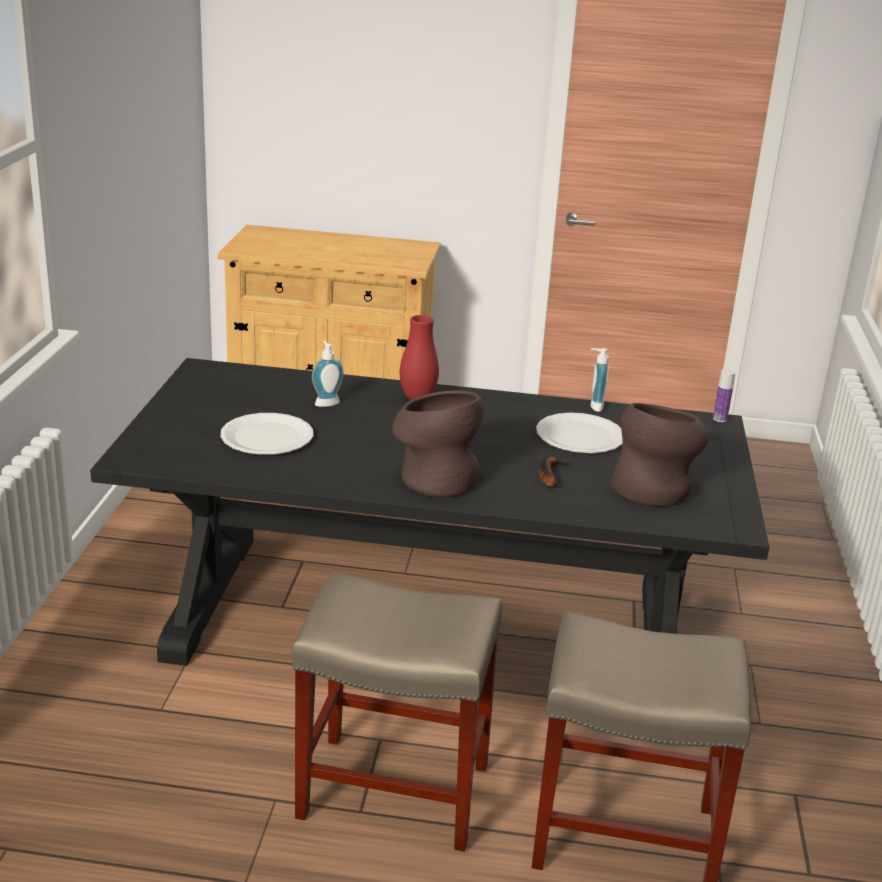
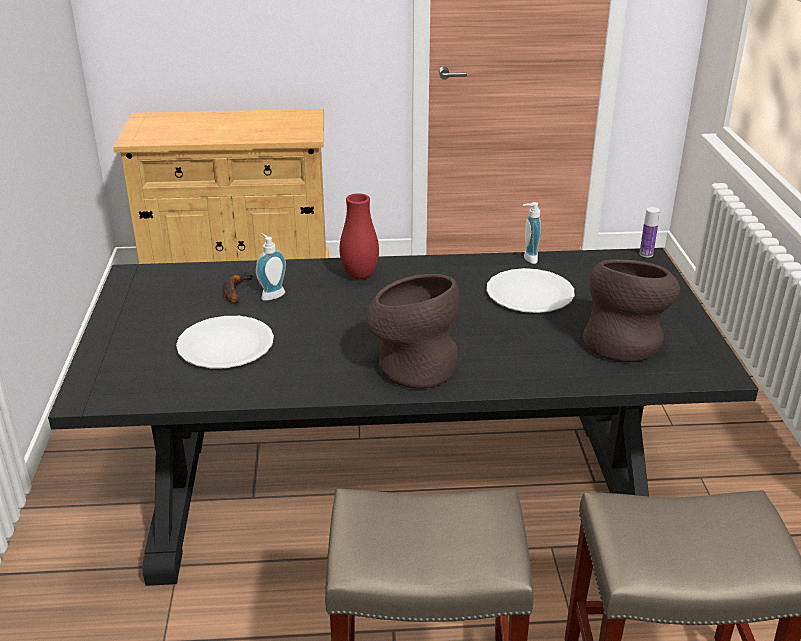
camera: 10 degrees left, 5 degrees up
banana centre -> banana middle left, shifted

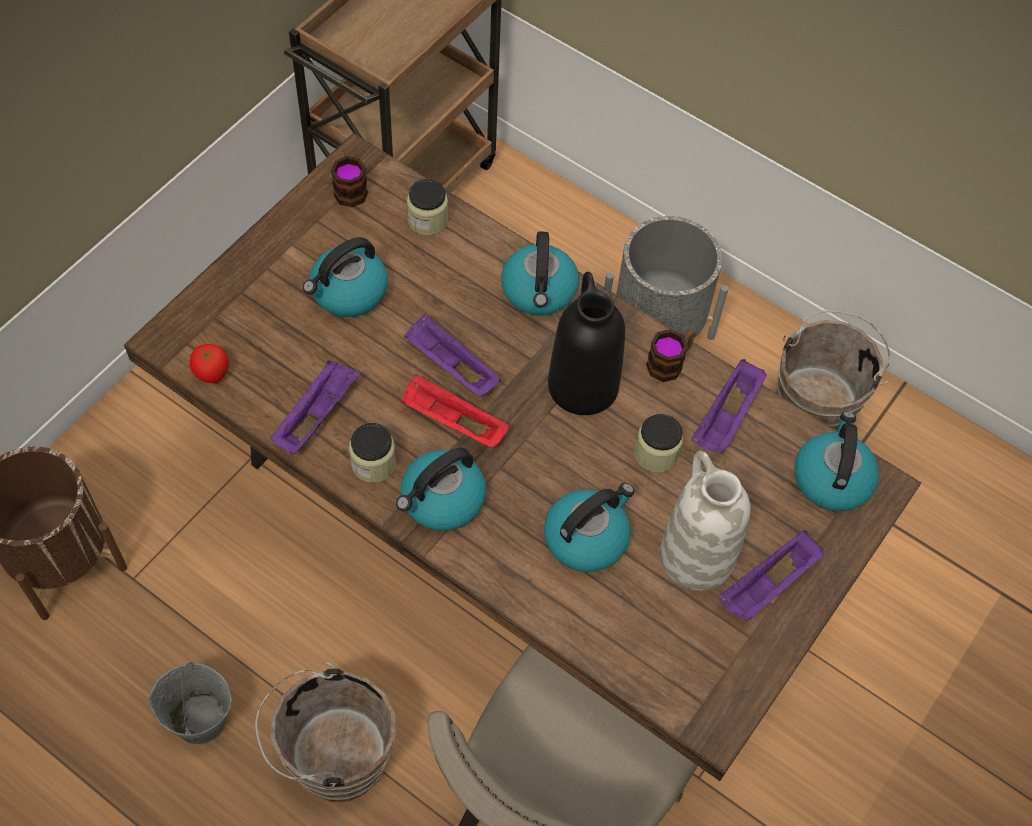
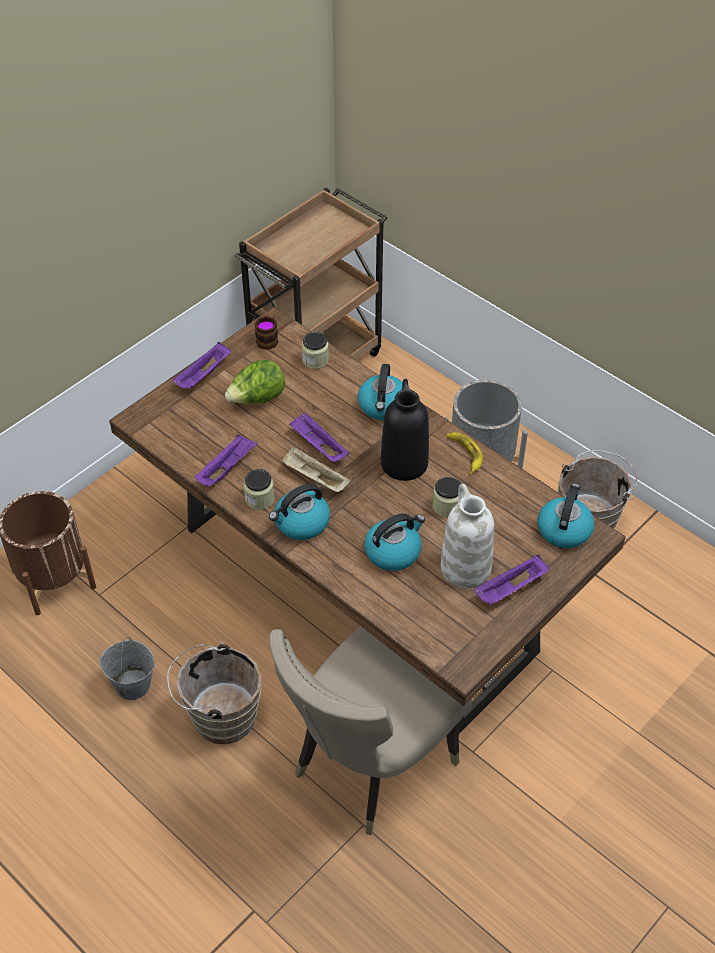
camera: 10 degrees right, 10 degrees down
tray in purplish (no. 3 from left in the first image) middle right -> tray in purplish (no. 1 from left) middle left, shifted
water kettle (no. 1 from left) centre -> lettuce head centre
tray in reddish centre -> tray in sand-coloured centre
tea mug (no. 2 from left) centre -> banana centre
fresh tomato middle left -> none

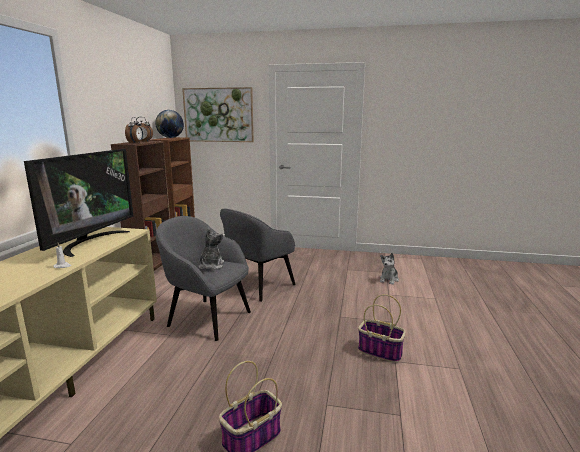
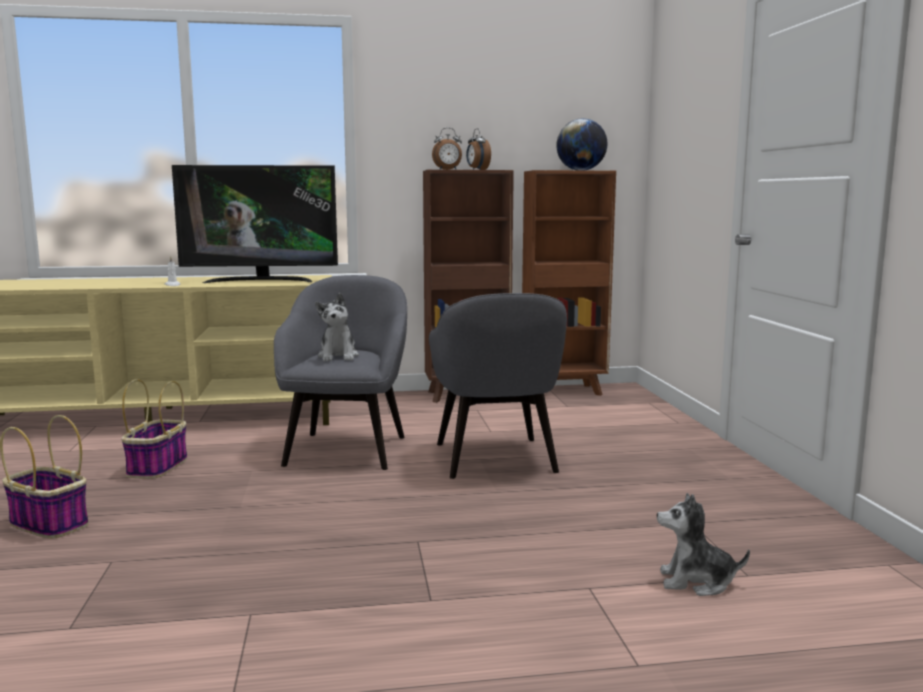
camera: 70 degrees right, 5 degrees down
basket (no. 2 from left) bottom centre -> basket (no. 2 from left) middle left, shifted
soft toy (no. 1 from left) centre, 90 degrees clockwise
easy chair in grey (no. 2 from left) centre, 120 degrees counterclockwise
wall art top centre -> none

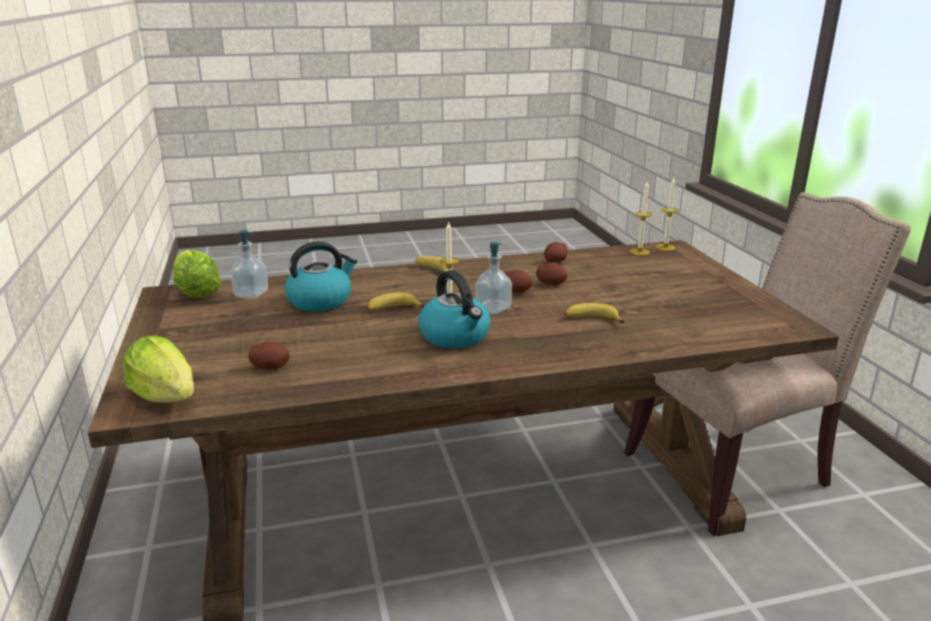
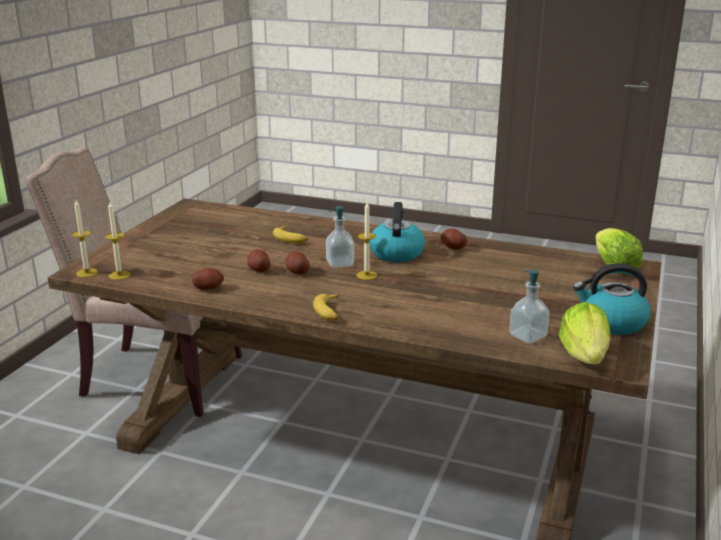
camera: 145 degrees left, 0 degrees up
whole potato (no. 1 from left in the first image) middle left -> whole potato (no. 4 from left) centre, shifted
water kettle (no. 1 from left in the first image) centre -> water kettle (no. 2 from left) middle right, shifted
banana (no. 1 from left) centre -> none

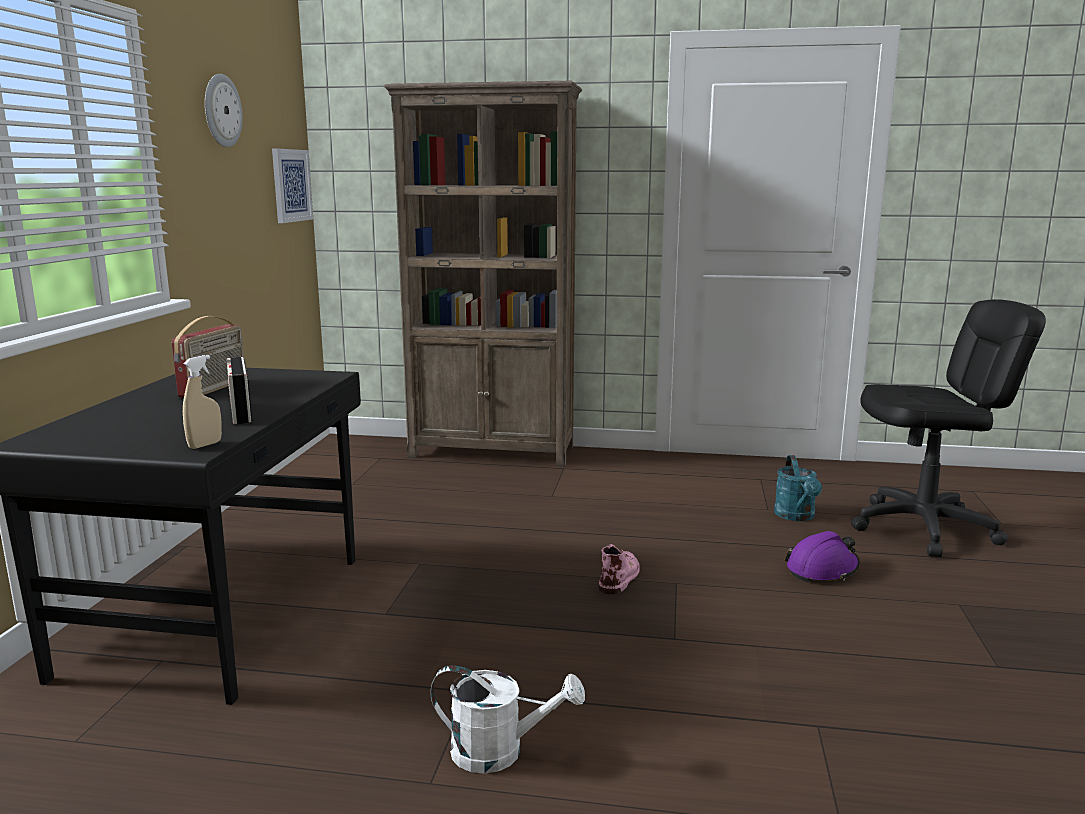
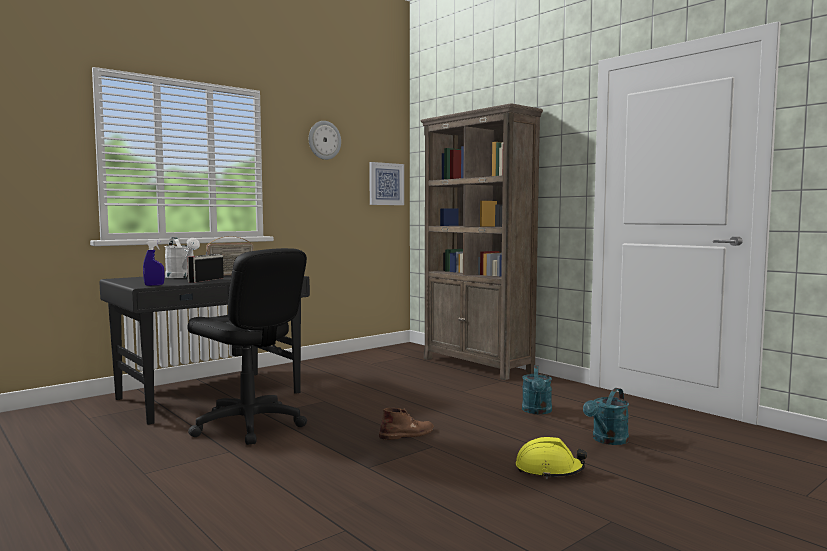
camera: 40 degrees right, 10 degrees down
spray bottle in sand-coloured middle left -> spray bottle in bluish middle left
sprinkling can in white bottom centre -> sprinkling can in white middle left, shifted
desk chair in blackish middle right -> desk chair in blackish middle left, shifted
tall boot in pinkish bottom centre -> tall boot in brownish bottom centre
hard hat in purplish bottom right -> hard hat in yellow bottom centre
none -> sprinkling can in turquoise (no. 1 from left) bottom centre

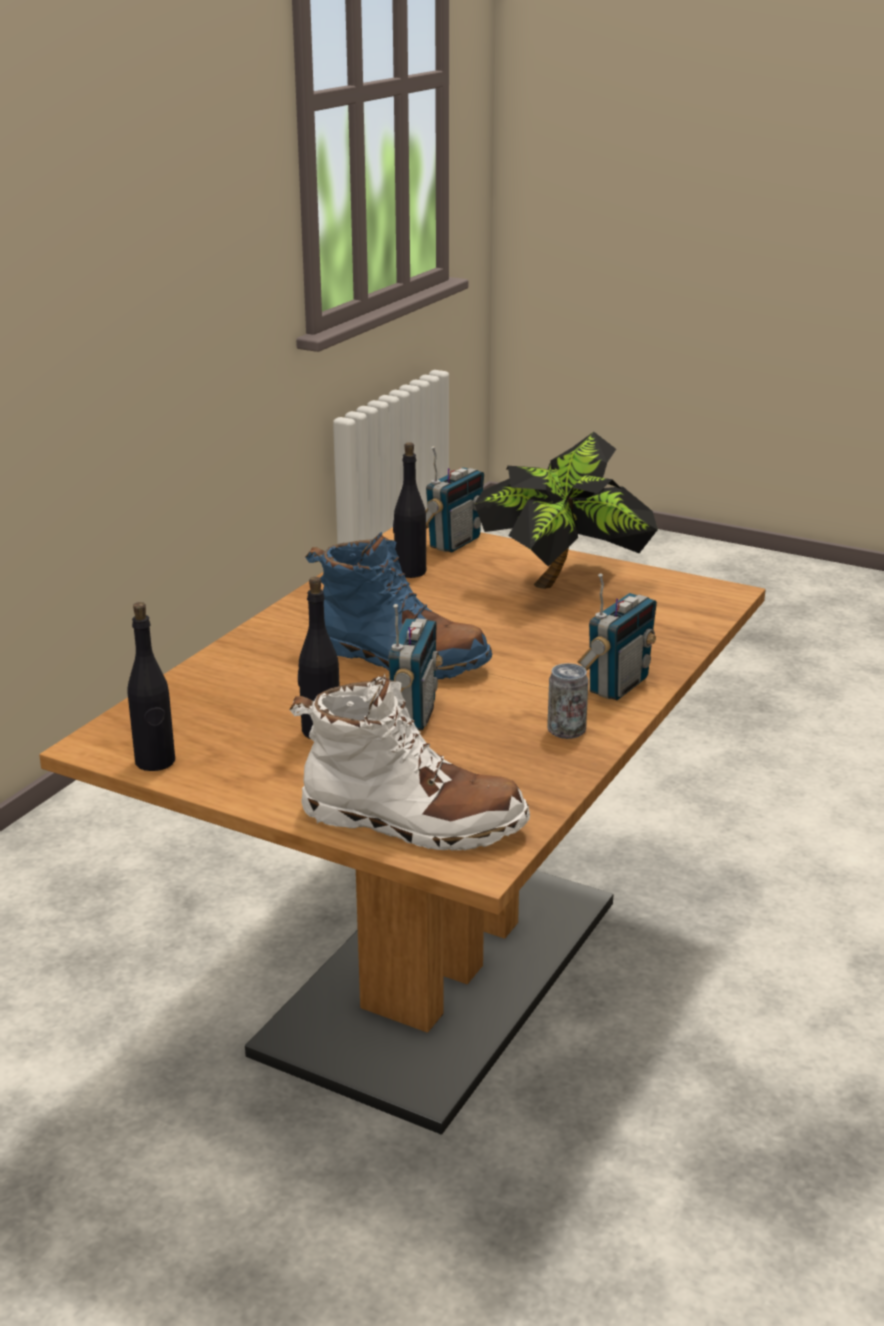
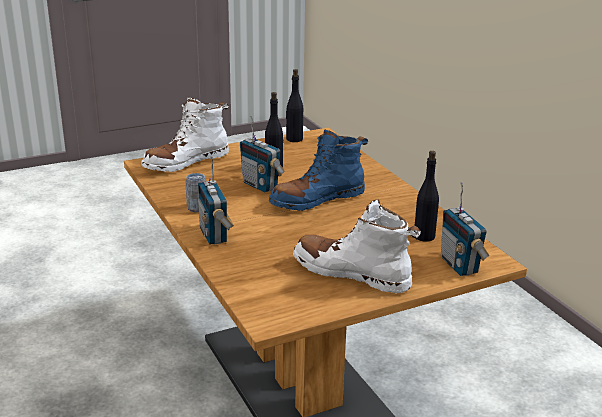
camera: 125 degrees right, 0 degrees up
houseplant centre -> tall boot in white (no. 2 from left) centre

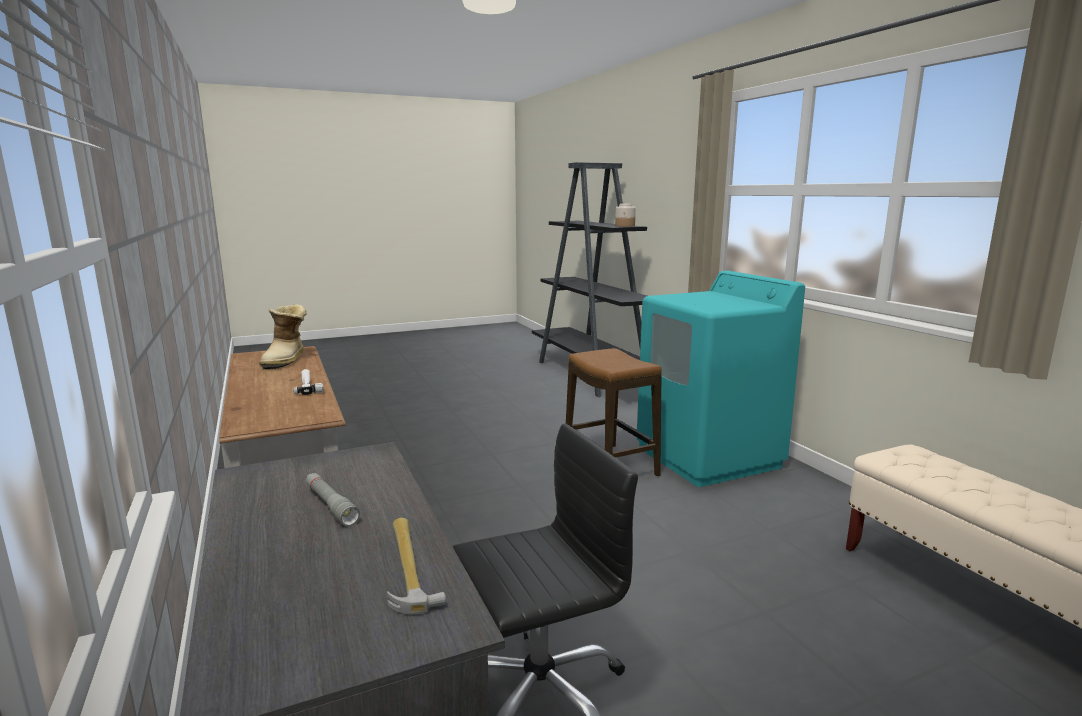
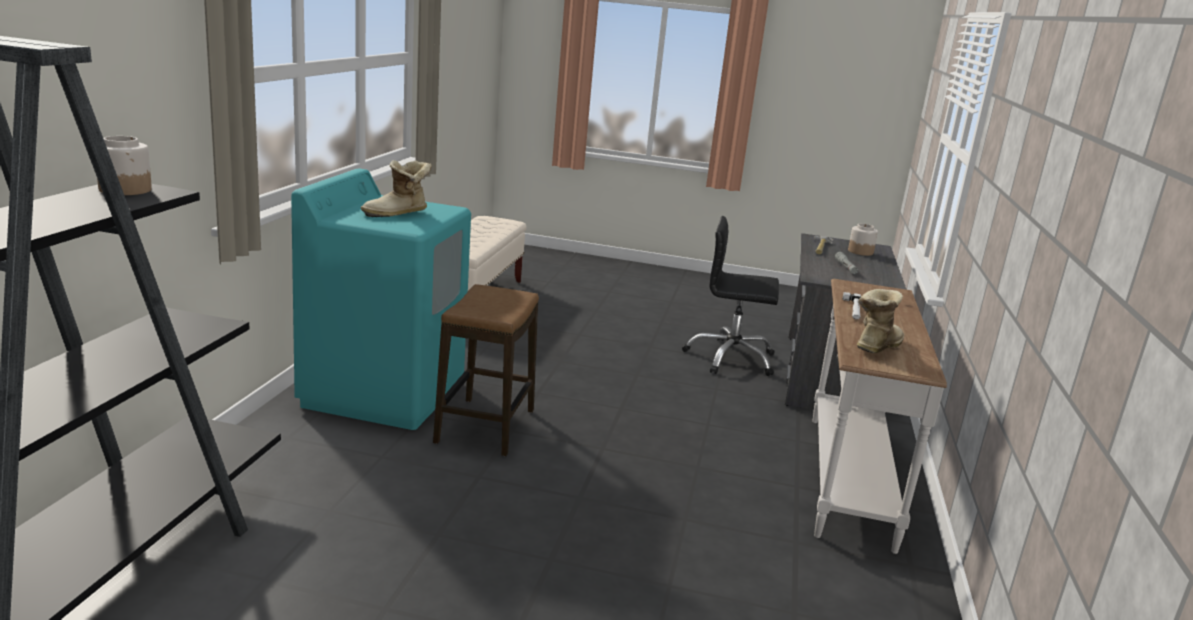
camera: 145 degrees left, 5 degrees up
none -> tall boot (no. 1 from left) top left
none -> storage jar (no. 2 from left) middle right

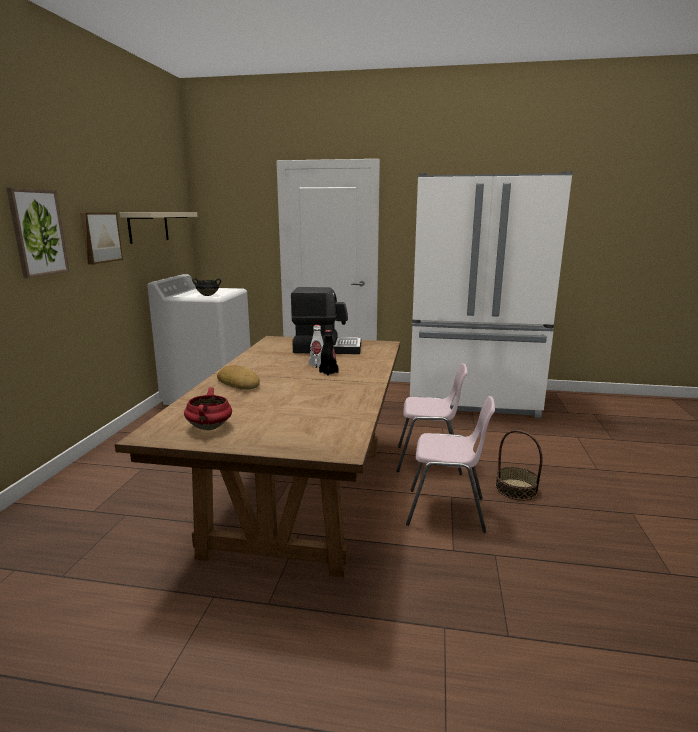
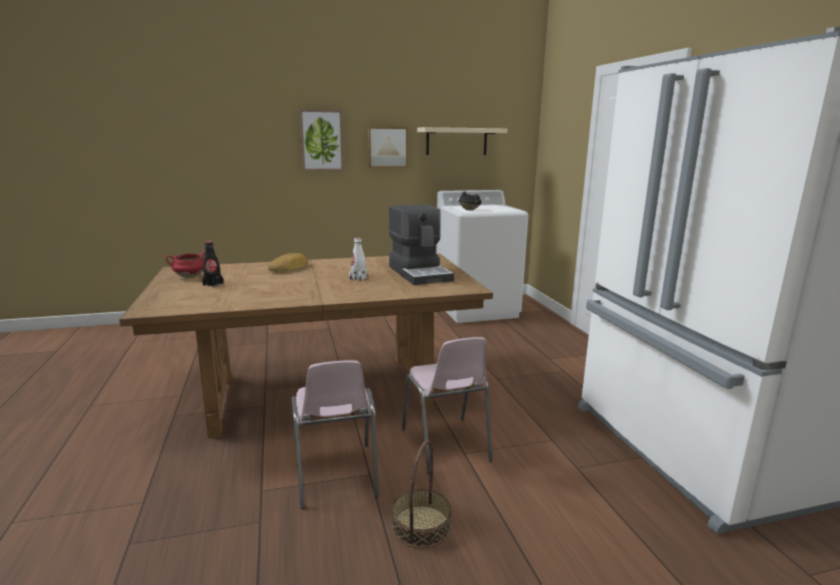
camera: 65 degrees right, 0 degrees up
drink bottle in blackish centre -> drink bottle in blackish middle left, shifted

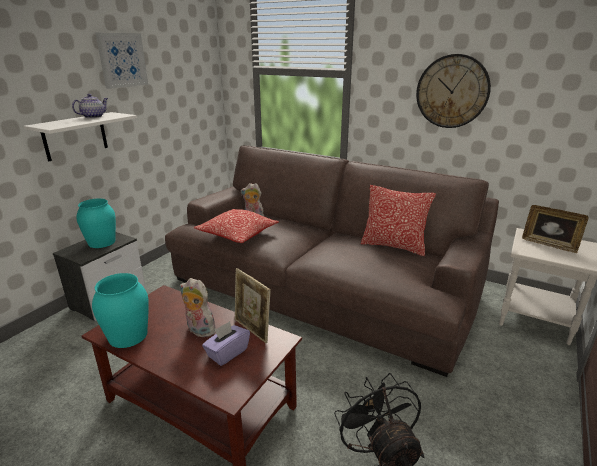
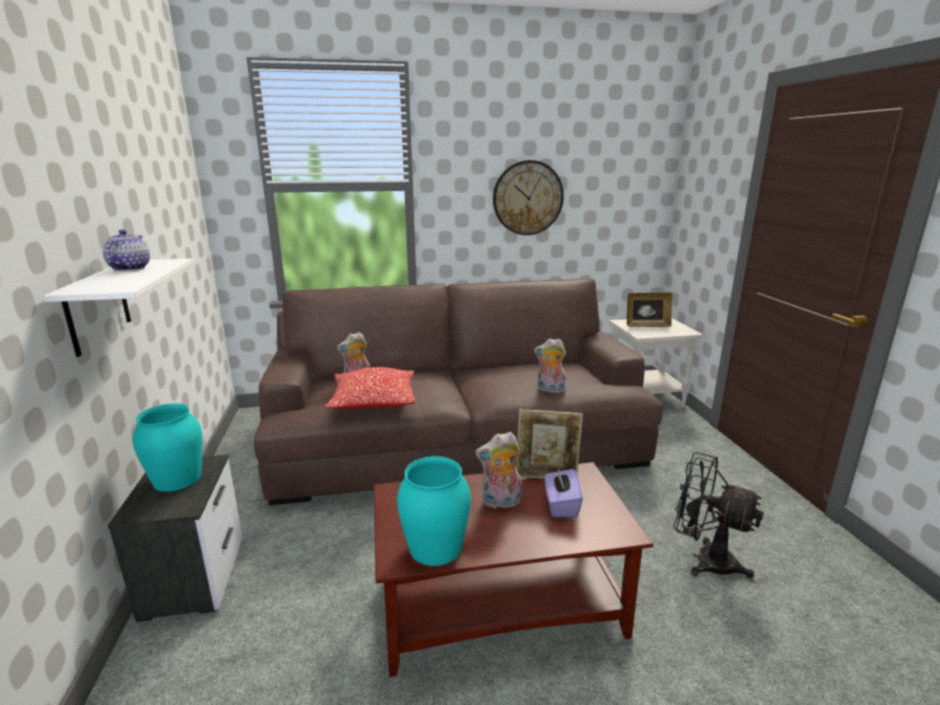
camera: 40 degrees left, 5 degrees down
none -> soft toy (no. 3 from left) centre
wall art top left -> none
pillow (no. 2 from left) middle right -> none

